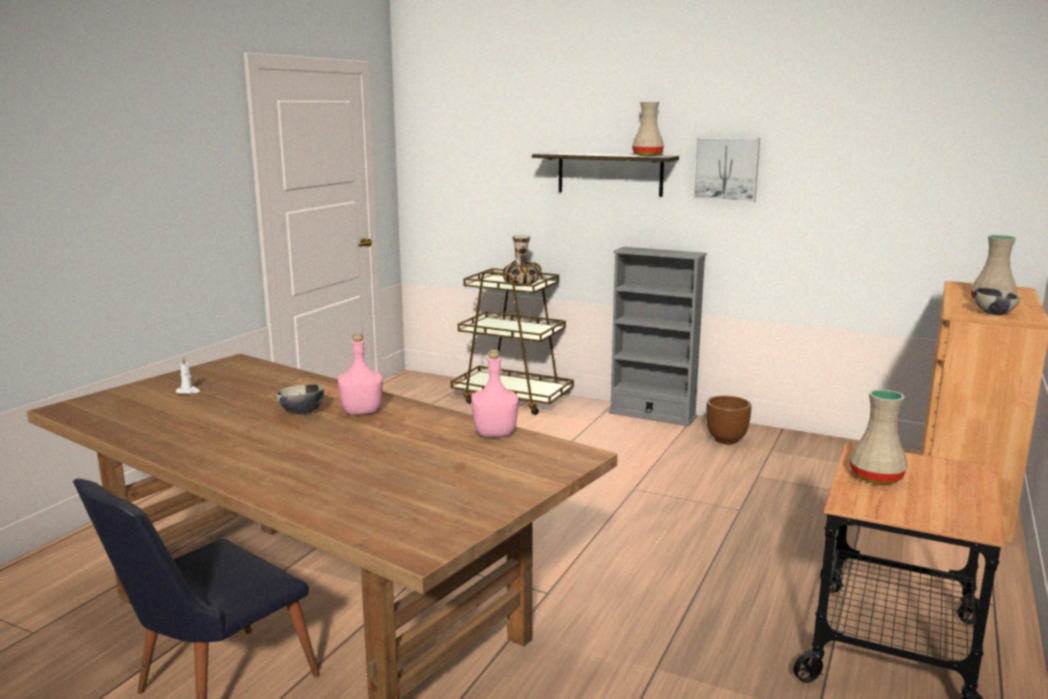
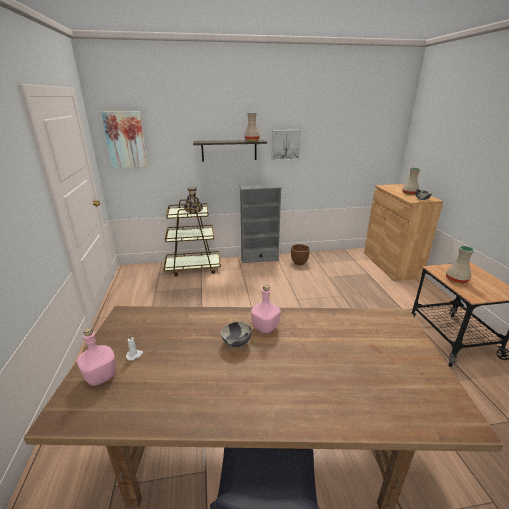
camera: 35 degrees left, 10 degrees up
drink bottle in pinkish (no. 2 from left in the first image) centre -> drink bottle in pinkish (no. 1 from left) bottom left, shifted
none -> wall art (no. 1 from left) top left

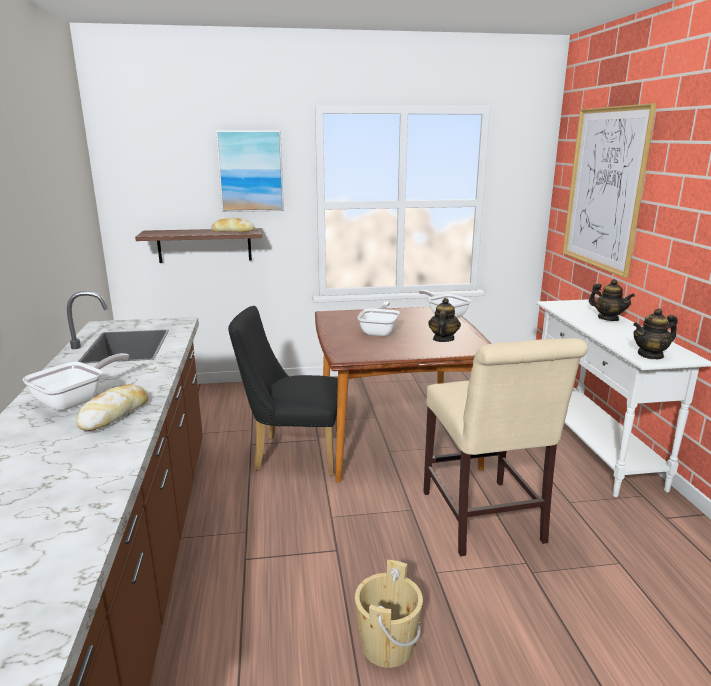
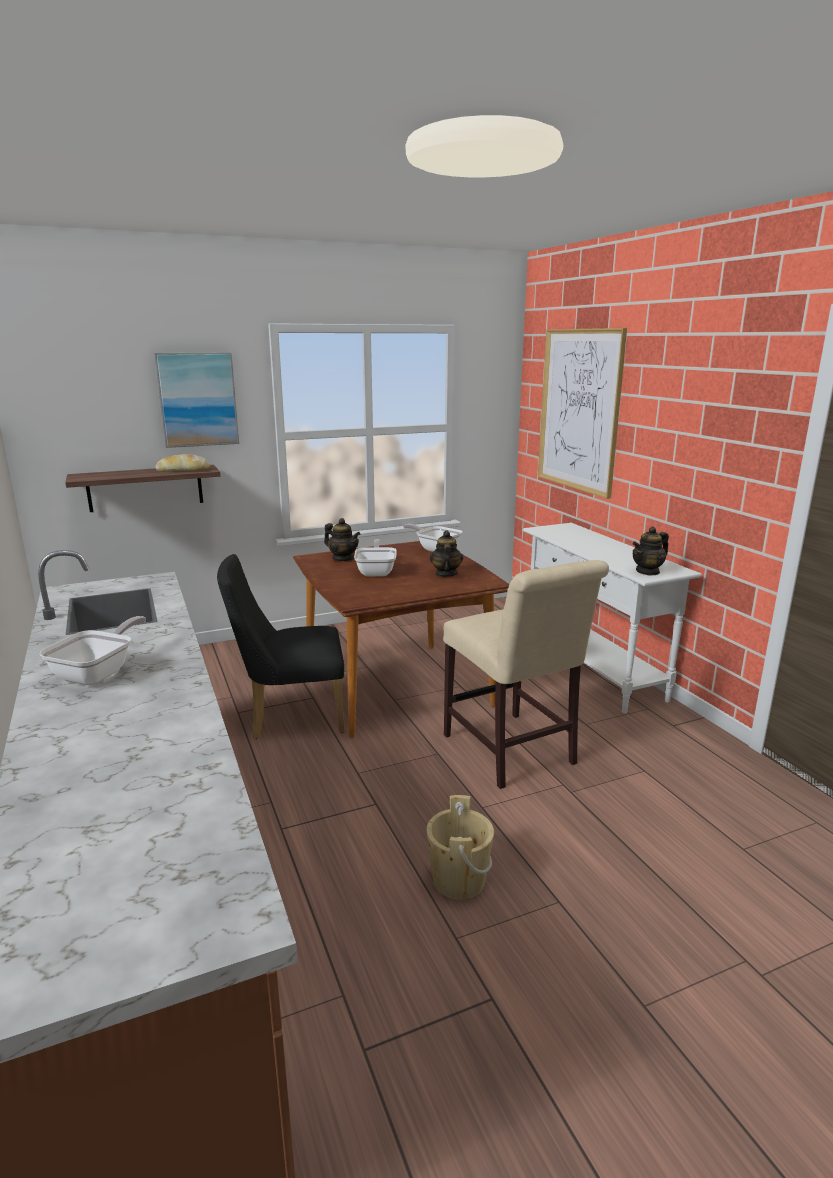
camera: 15 degrees left, 0 degrees up
tea pot (no. 2 from left in the first image) middle right -> tea pot (no. 1 from left) centre, shifted
bakery bread (no. 1 from left) middle left -> none

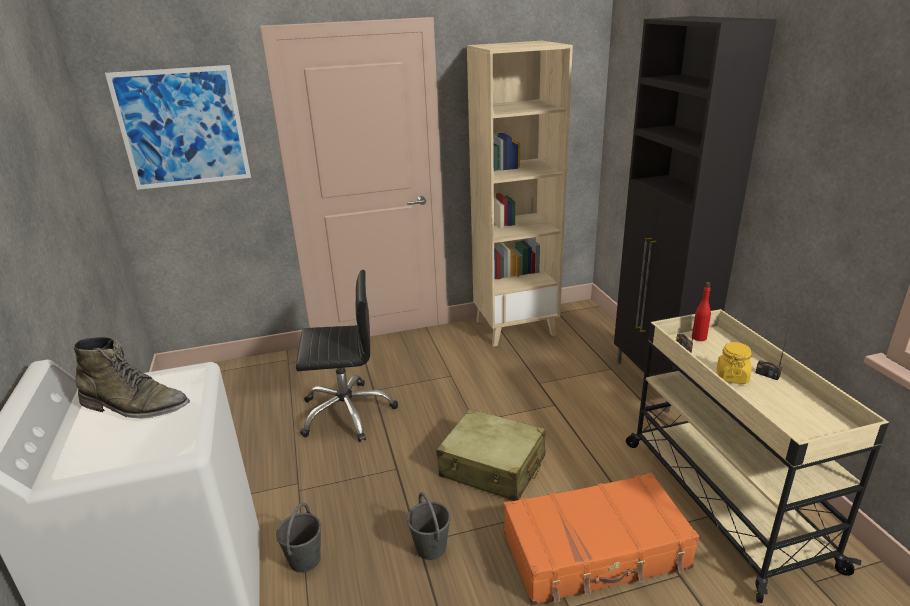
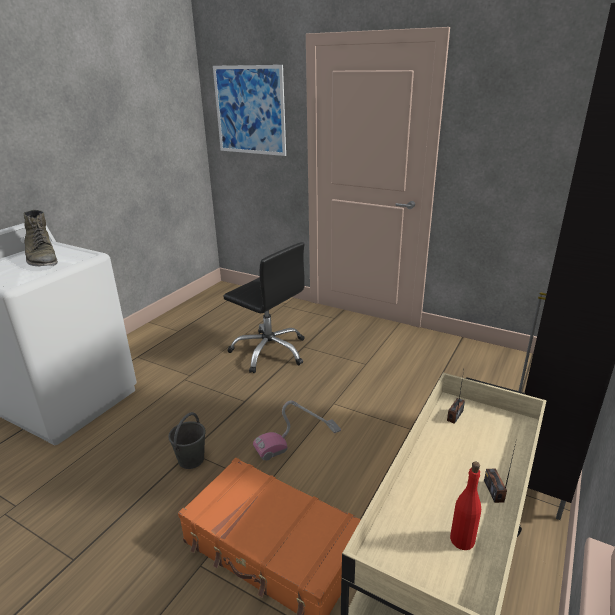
camera: 45 degrees right, 0 degrees up
piece of luggage in sand-coloured bottom centre -> vacuum cleaner bottom centre
drink bottle in reddish middle right -> drink bottle in reddish bottom right, shifted
bucket in grey (no. 1 from left) bottom left -> none
bookshelf in sand-coloured top centre -> none
storage jar in yellow middle right -> none

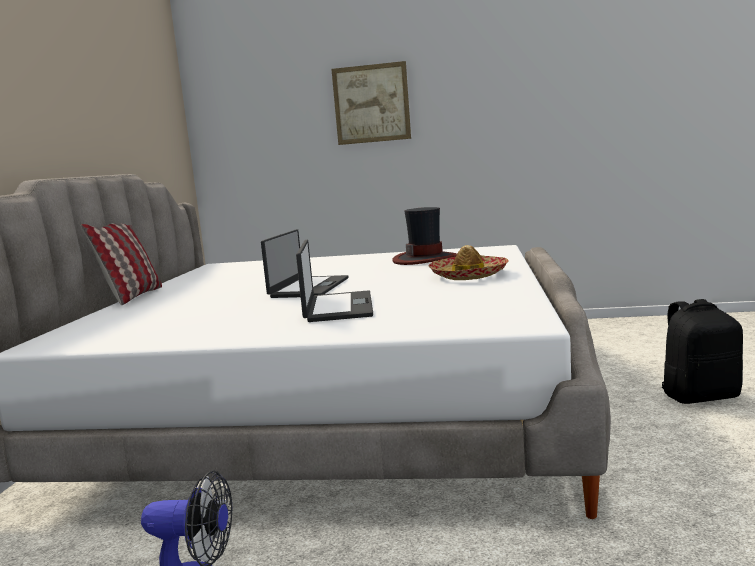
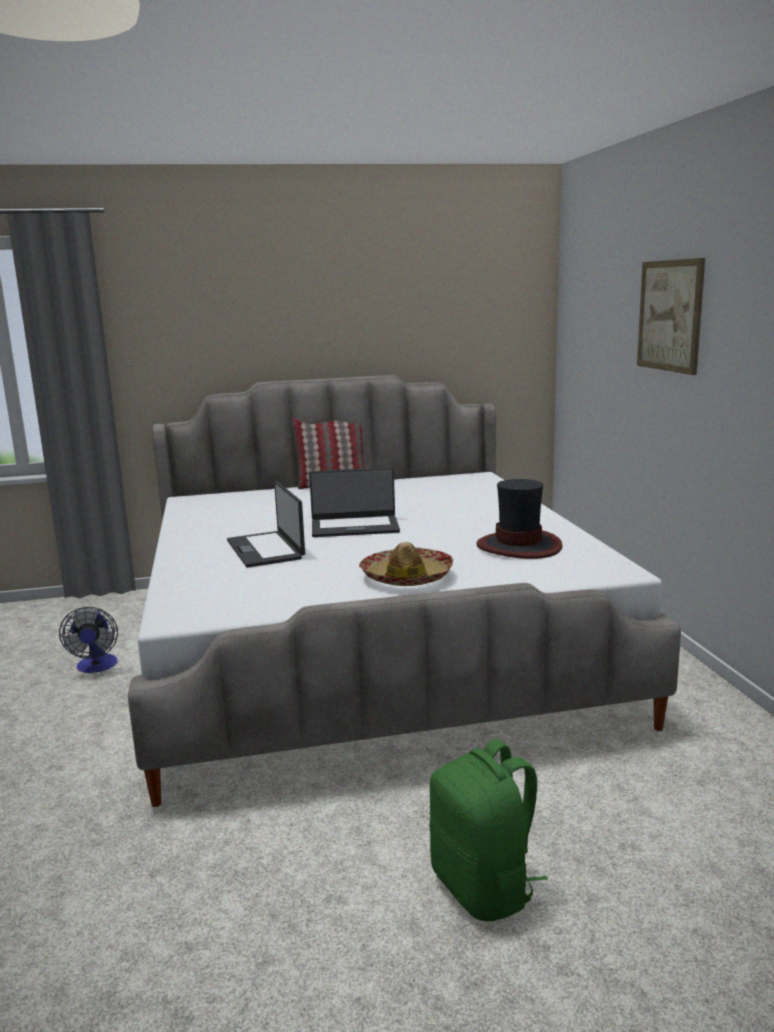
camera: 70 degrees right, 5 degrees up
notebook computer (no. 2 from left in the first image) centre -> notebook computer (no. 1 from left) centre, 90 degrees clockwise
rucksack in blackish middle right -> rucksack in green-coloured bottom centre

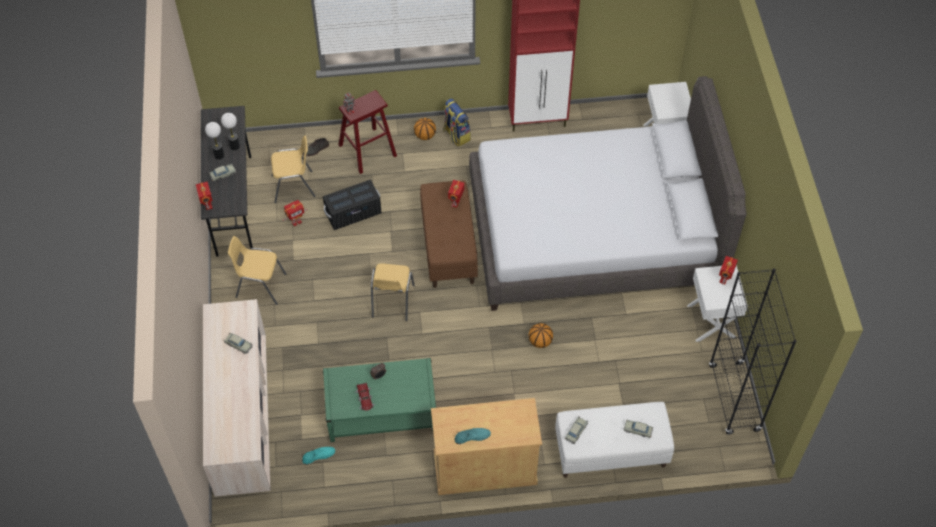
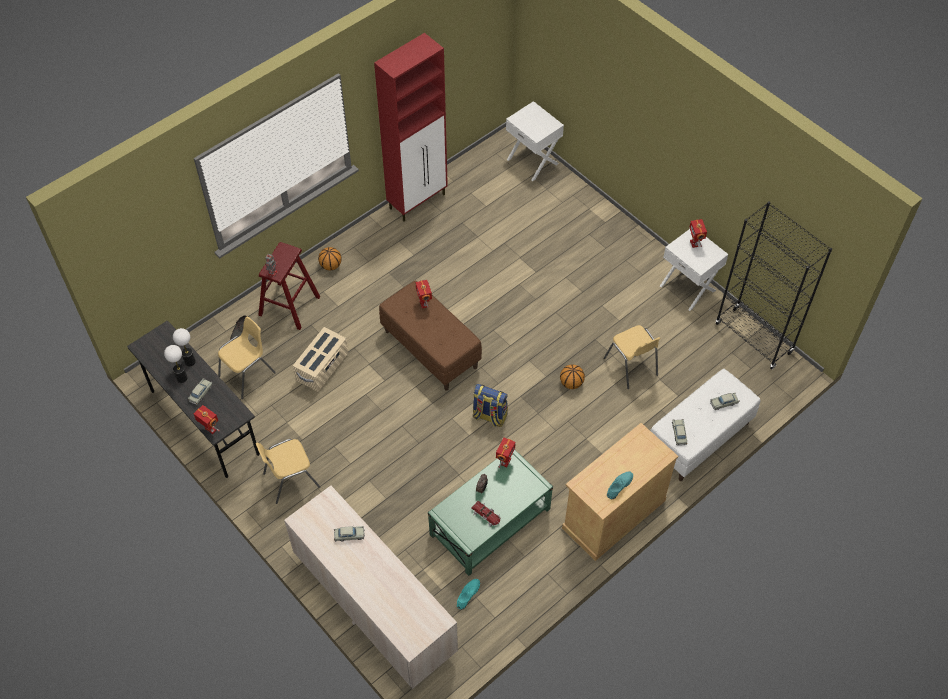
camera: 35 degrees left, 0 degrees up
storage bin in blackish centre -> storage bin in sand-coloured centre
rucksack top centre -> rucksack centre, shifted
robot figure (no. 2 from left in the first image) middle left -> robot figure (no. 4 from left) centre, shifted
upright chair in yellow (no. 3 from left) centre -> upright chair in yellow (no. 3 from left) middle right, shifted
bedroom bed in grey centre -> none

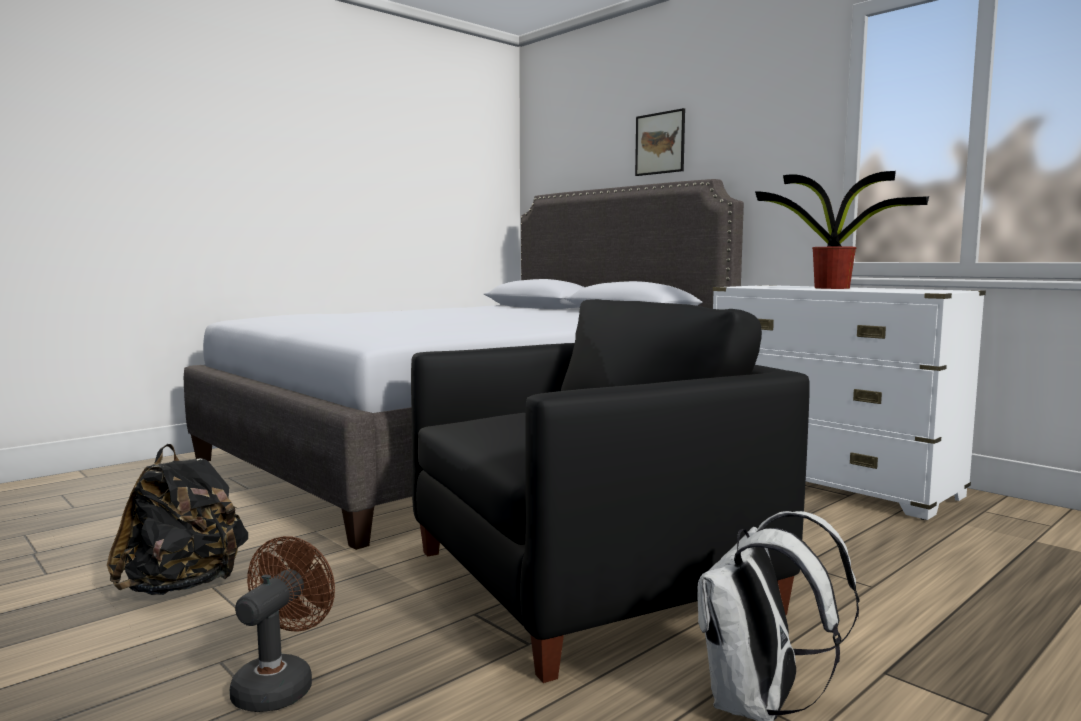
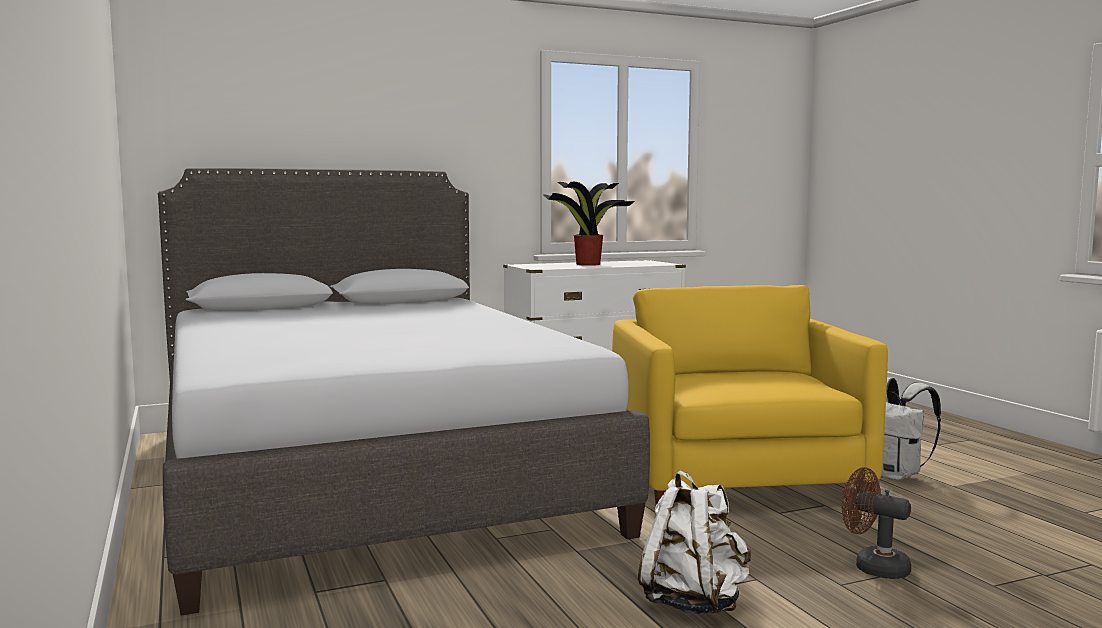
camera: 70 degrees left, 0 degrees up
easy chair in blackish bottom centre -> easy chair in yellow middle right
rucksack in blackish bottom left -> rucksack in white (no. 1 from left) bottom centre
wall art top centre -> none

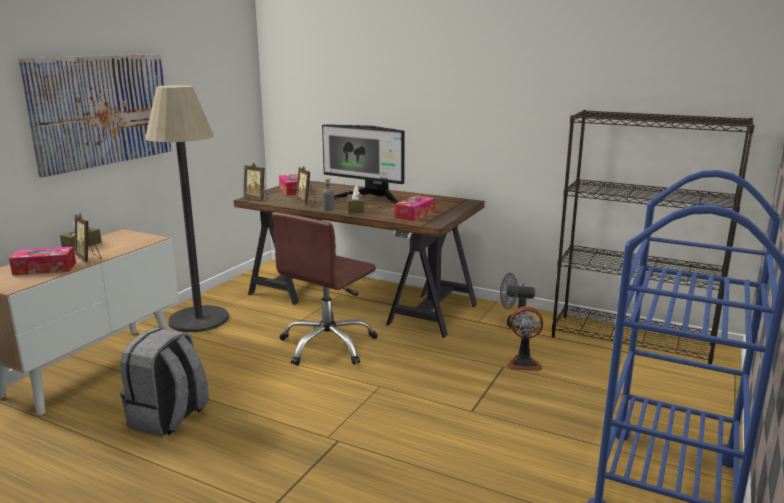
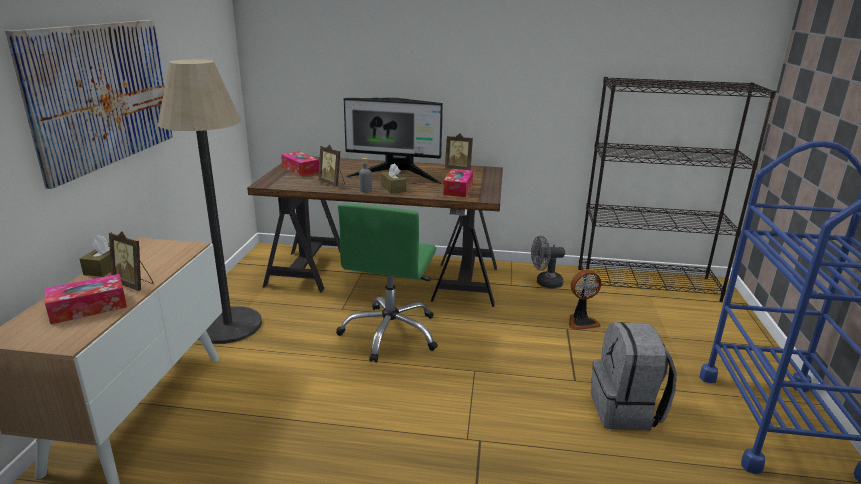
camera: 20 degrees left, 5 degrees up
desk chair in brownish centre -> desk chair in green-coloured centre
photo frame (no. 2 from left in the first image) middle left -> photo frame (no. 3 from left) top centre, shifted
rucksack in grey bottom left -> rucksack in grey bottom right, shifted

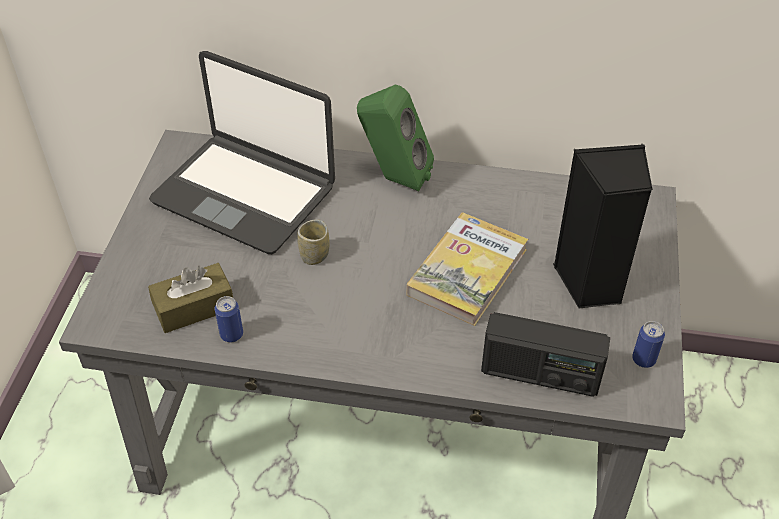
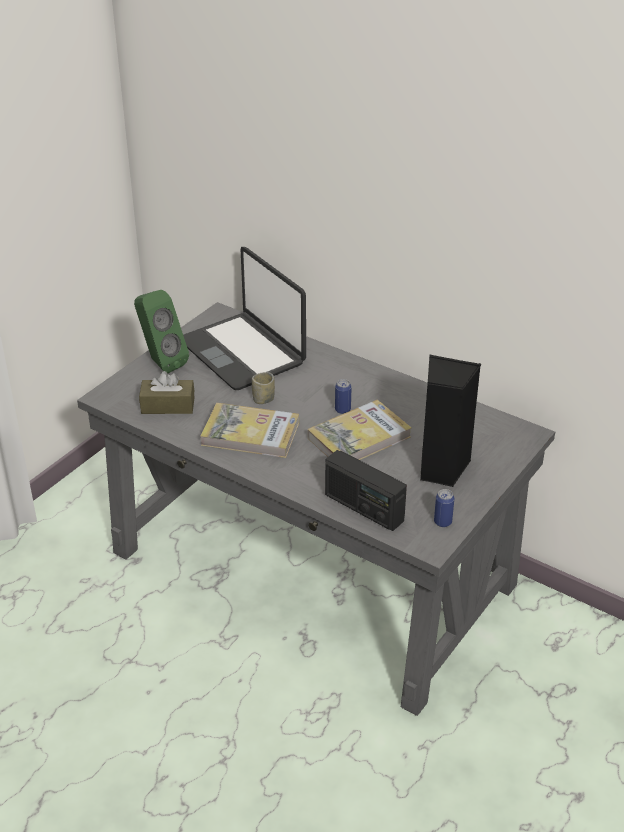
camera: 25 degrees right, 10 degrees down
speaker in green-coloured top centre -> speaker in green-coloured middle left, shifted
none -> bound book (no. 1 from left) centre
metal can (no. 1 from left) middle left -> metal can (no. 1 from left) centre, shifted

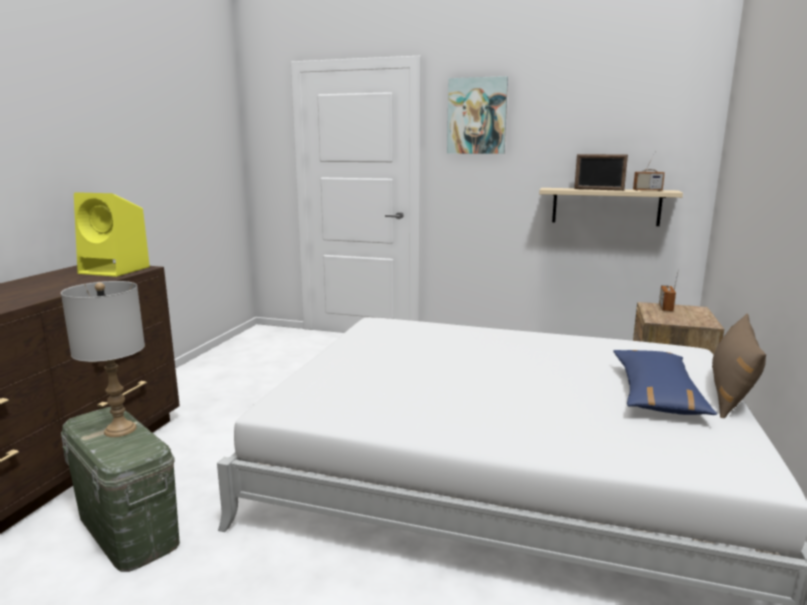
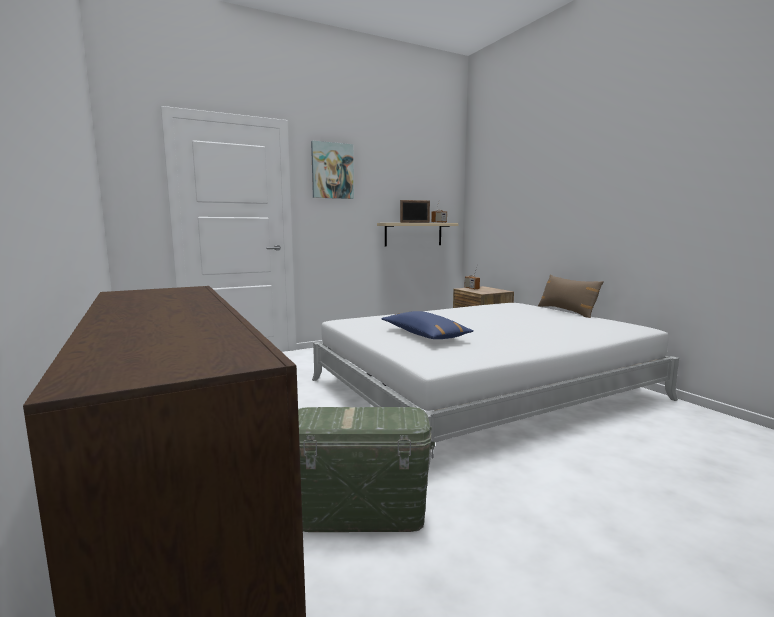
camera: 45 degrees left, 5 degrees down
pillow in bluish middle right -> pillow in bluish centre, shifted
lamp for a table in grey middle left -> none
speaker in yellow middle left -> none

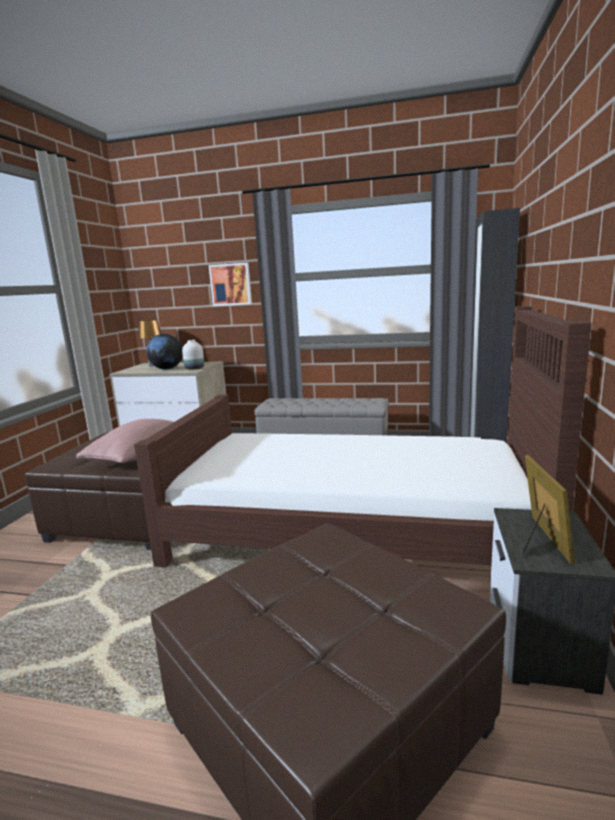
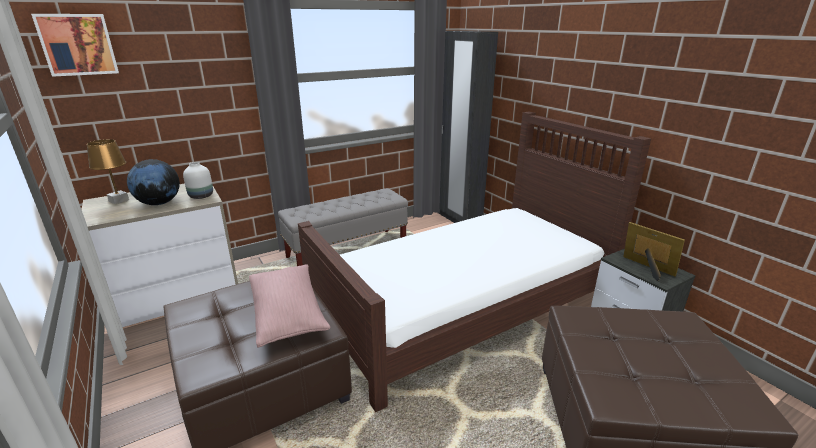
camera: 45 degrees left, 10 degrees up
wall art centre -> wall art top left, shifted

